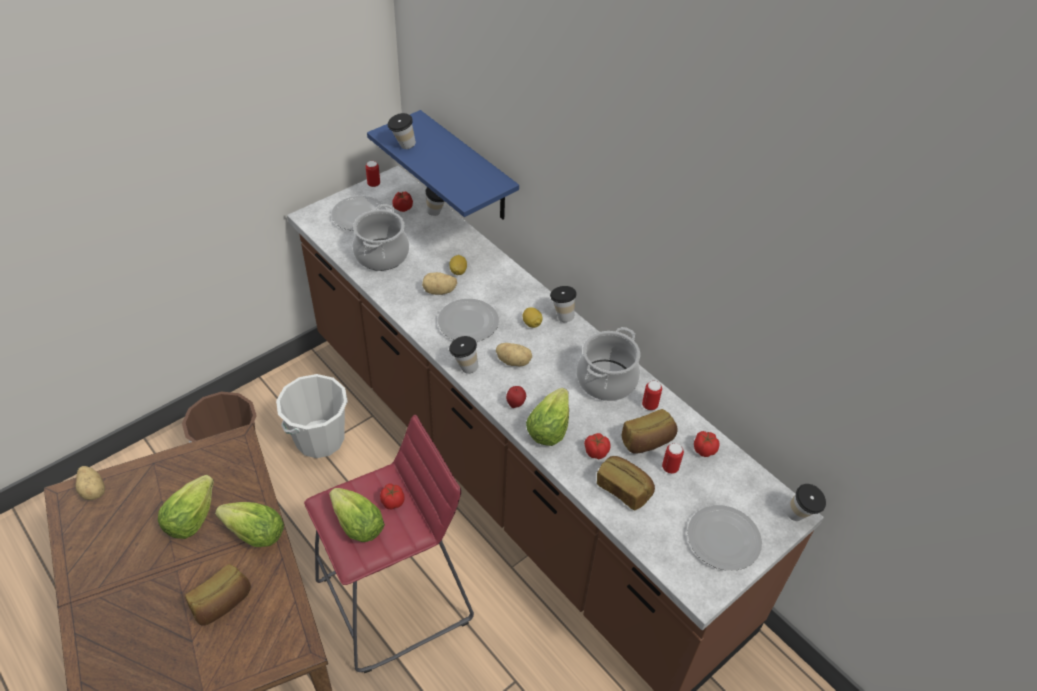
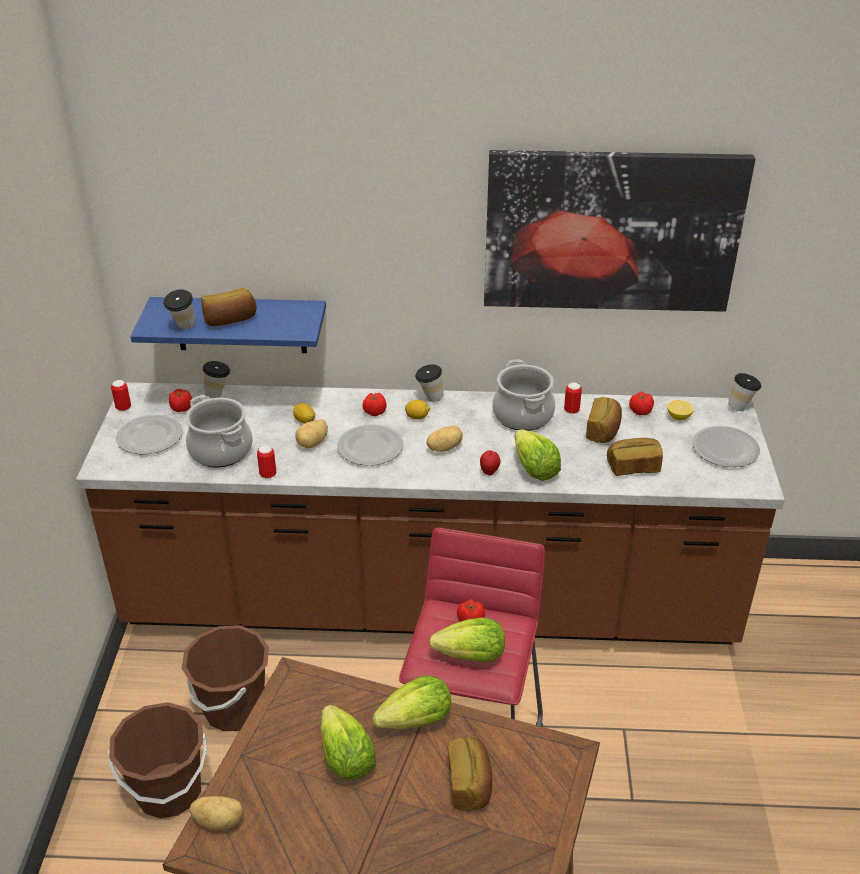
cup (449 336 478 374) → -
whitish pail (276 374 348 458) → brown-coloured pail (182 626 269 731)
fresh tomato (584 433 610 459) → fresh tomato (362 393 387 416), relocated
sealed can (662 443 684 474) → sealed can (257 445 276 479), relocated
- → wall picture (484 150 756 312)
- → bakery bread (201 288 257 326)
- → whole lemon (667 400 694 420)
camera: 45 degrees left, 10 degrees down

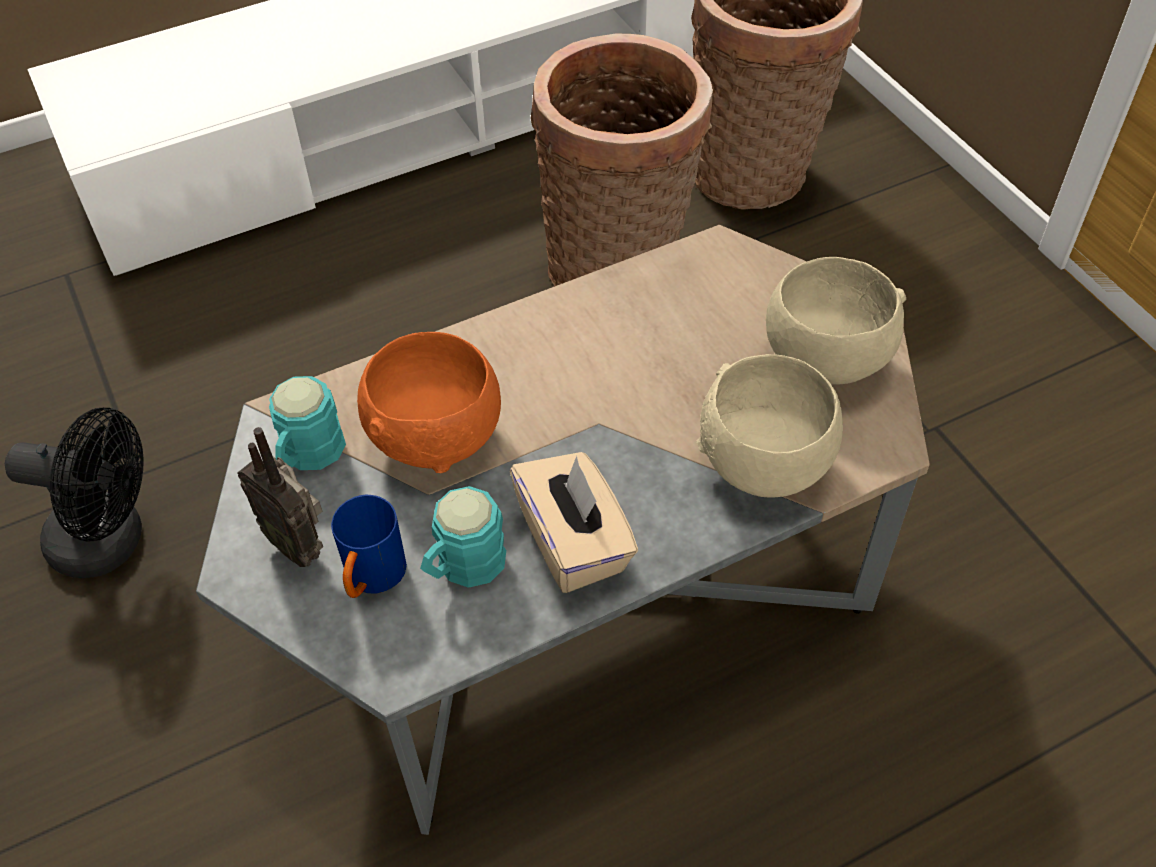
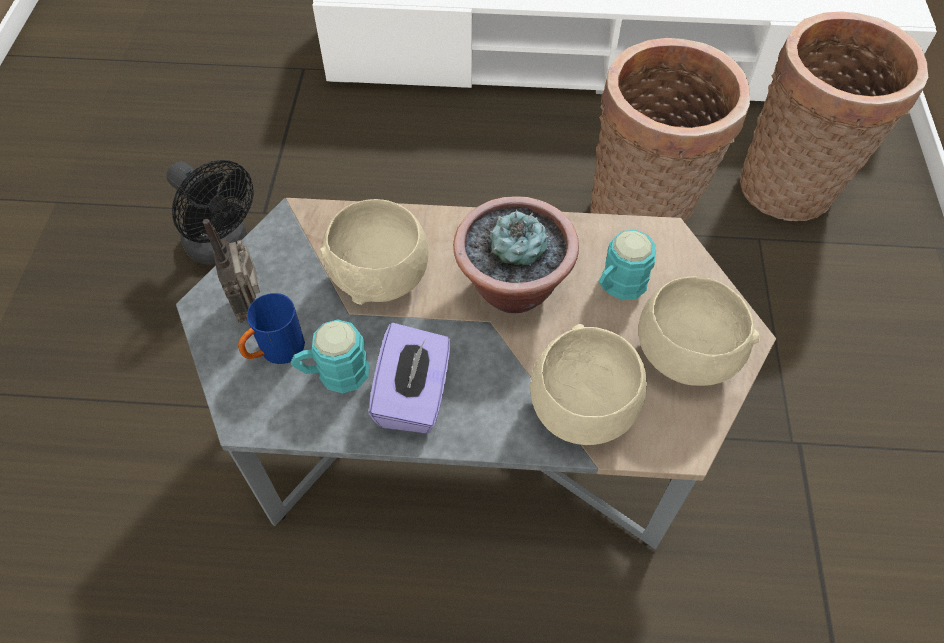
orange-coloured deep dish (357 332 501 473) → sand-coloured deep dish (318 199 428 305)
turquoise tea mug (269 376 346 470) → turquoise tea mug (598 230 656 300), relocated
sand-coloured box of tissues (510 452 638 593) → purple box of tissues (368 323 450 434)
- → potted plant (453 196 579 313)
camera: 30 degrees right, 5 degrees up

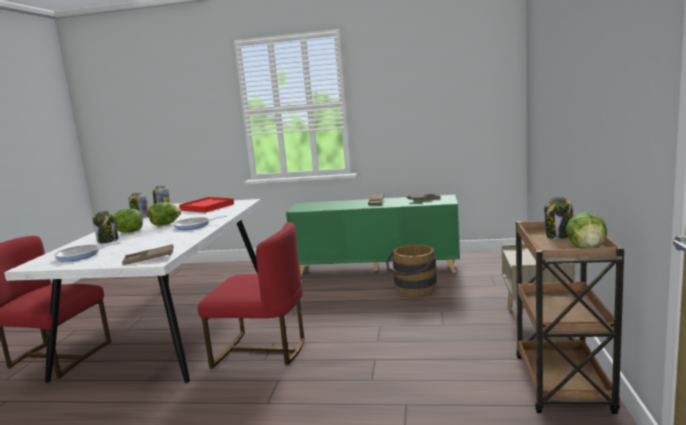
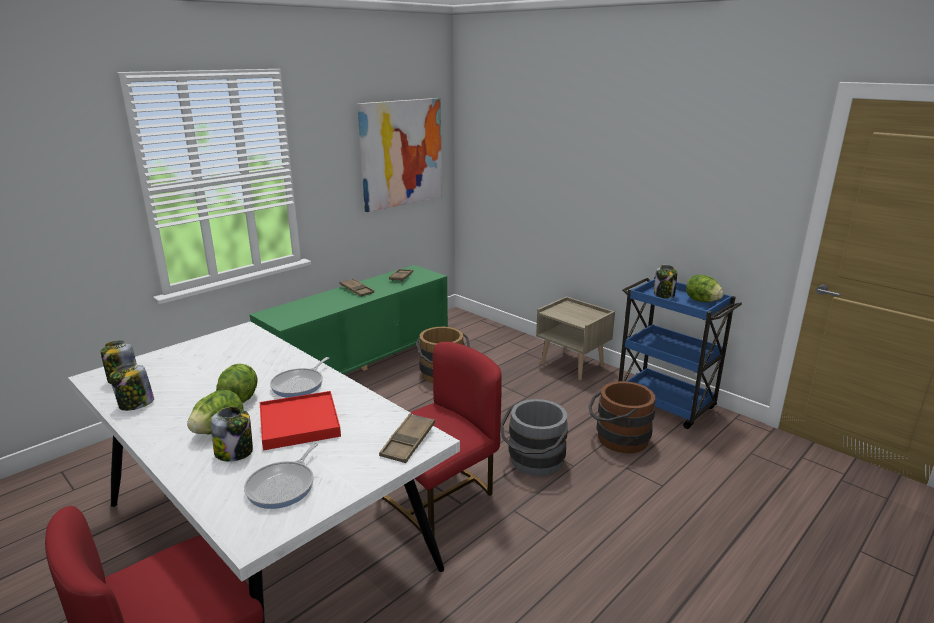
red carrying tray (179 197 234 213) → red carrying tray (260 391 341 450), relocated
brown-coloured trolley (516 221 624 414) → blue trolley (618 277 742 429)
- → wall picture (357 98 442 212)
- → brown-coloured pail (589 381 655 453)
- → grey pail (501 399 568 476)
camera: 55 degrees left, 10 degrees up

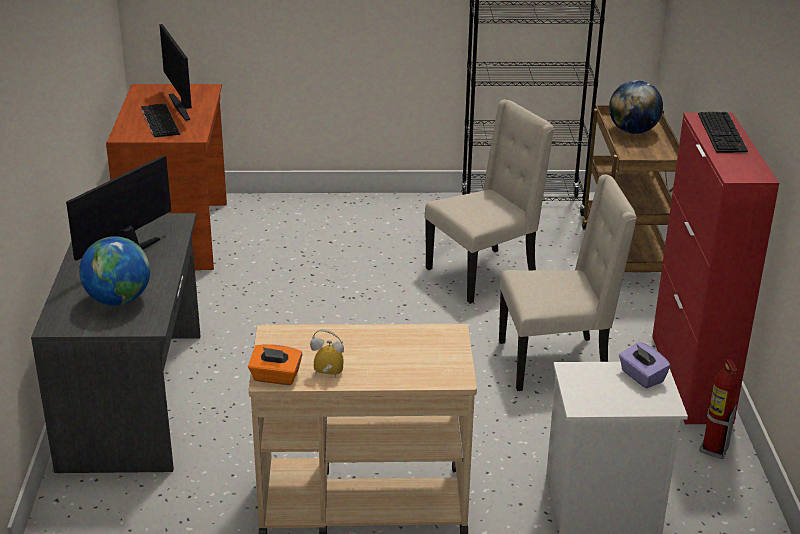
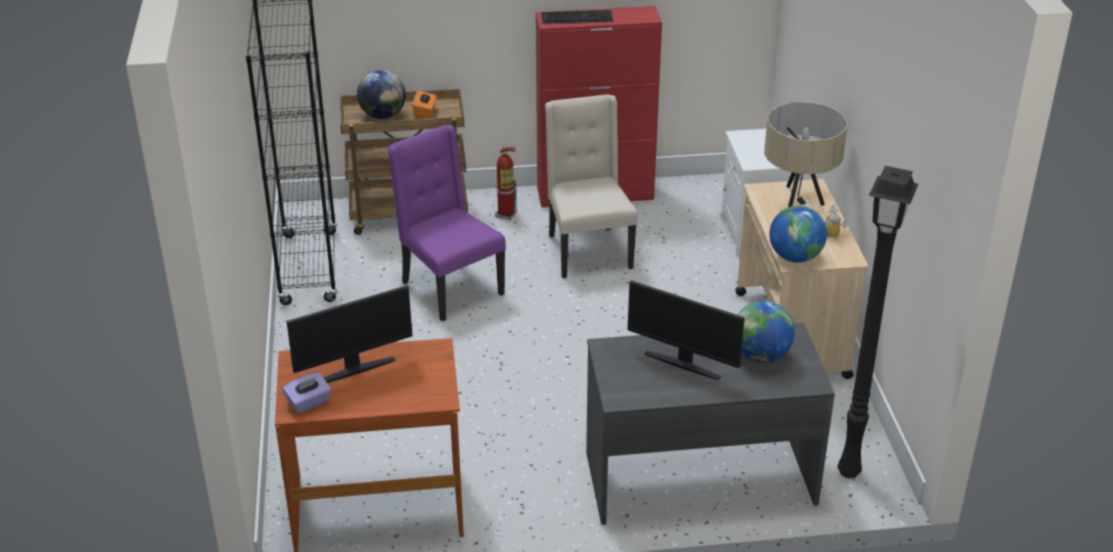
sand-coloured plain chair (425 100 554 304) → purple plain chair (388 125 506 321)
computer keyboard (141 104 180 138) → -
purple box of tissues (619 342 671 389) → purple box of tissues (283 372 331 413), relocated
orange-coloured box of tissues (248 344 302 385) → orange-coloured box of tissues (412 89 436 119), relocated
extinguisher (699 359 738 459) → extinguisher (495 147 517 220), relocated
- → sand-coloured lamp for a table (764 102 847 207)
- → black standing lamp (838 166 918 479)
- → world globe (769 206 827 263)
camera: 95 degrees left, 5 degrees up

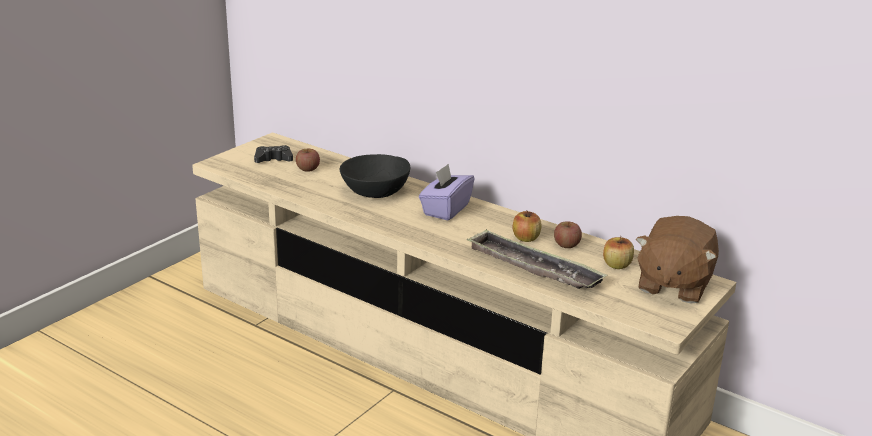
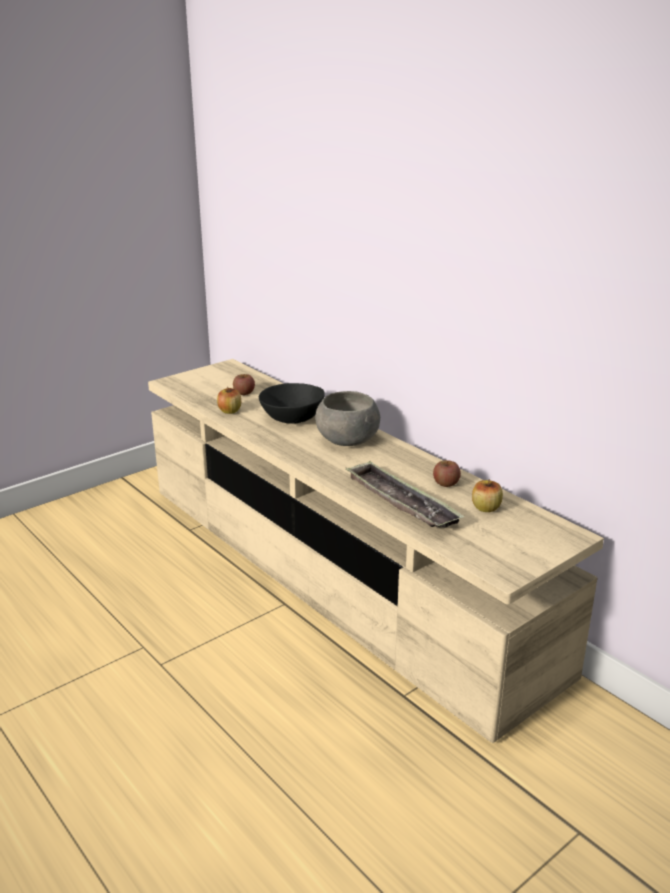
black joypad (254 145 293 163) → -
purple box of tissues (419 164 475 220) → grey deep dish (315 391 380 446)
apple (512 210 541 242) → apple (217 387 241 414), relocated
brown-coloured soft toy (636 216 719 303) → -
camera: 15 degrees right, 0 degrees up

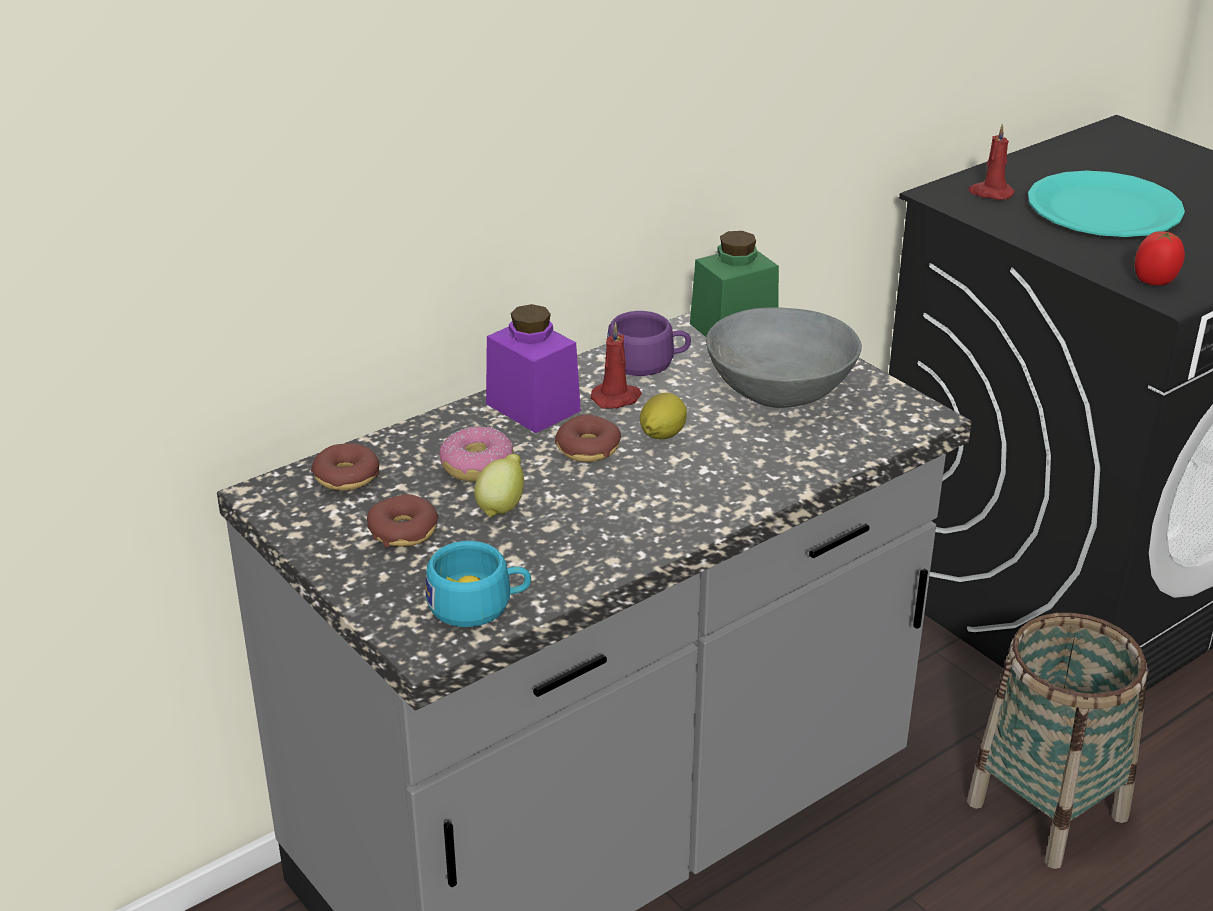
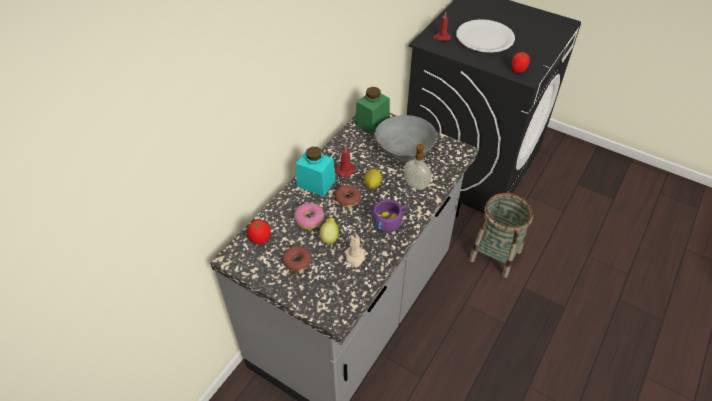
turquoise plate (1028 171 1185 237) → whitish plate (456 19 515 53)
purple storage jar (486 304 581 433) → turquoise storage jar (296 147 336 197)
purple cup (606 311 691 376) → purple cup (372 200 408 233), relocated
doughnut (311 443 379 491) → fresh tomato (247 220 271 244)
turquoise cup (426 541 531 627) → -
- → liquid soap bottle (403 142 431 190)
- → sand-coloured wax light (344 232 365 267)
camera: 20 degrees left, 15 degrees up

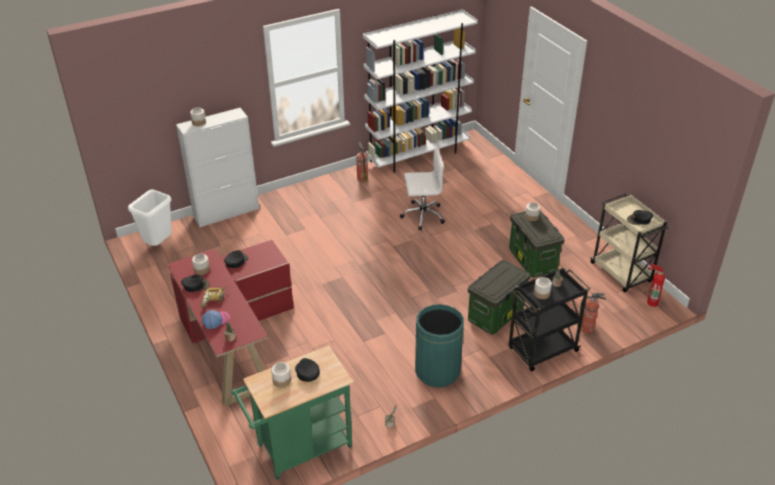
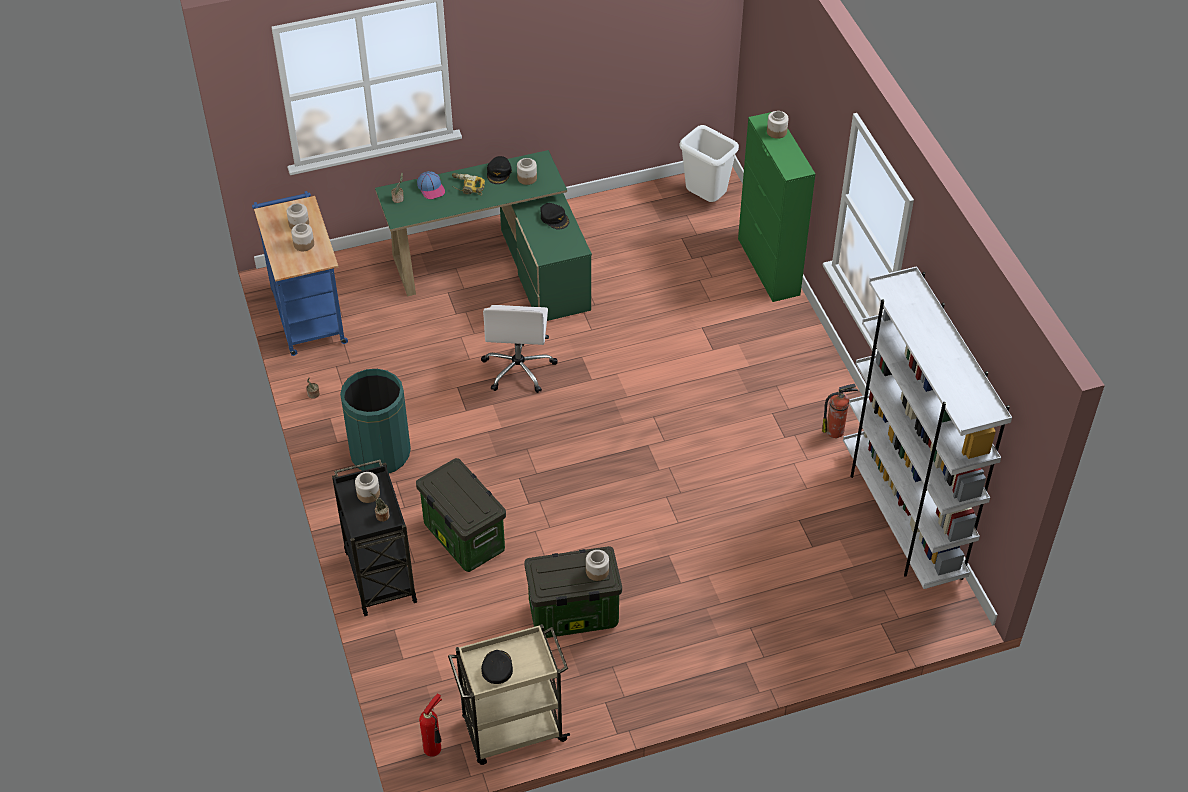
whitish storage cabinet (176 108 259 227) → greenish storage cabinet (738 112 815 302)
whitish computer chair (400 146 445 231) → whitish computer chair (481 305 558 393), relocated
red desk (167 240 294 406) → greenish desk (375 150 592 321)
extinguisher (577 293 606 333) → -
greenish trolley (231 346 354 480) → blue trolley (252 191 348 356)
black cap (295 358 320 382) → storage jar (291 223 314 251)
camera: 100 degrees right, 10 degrees up

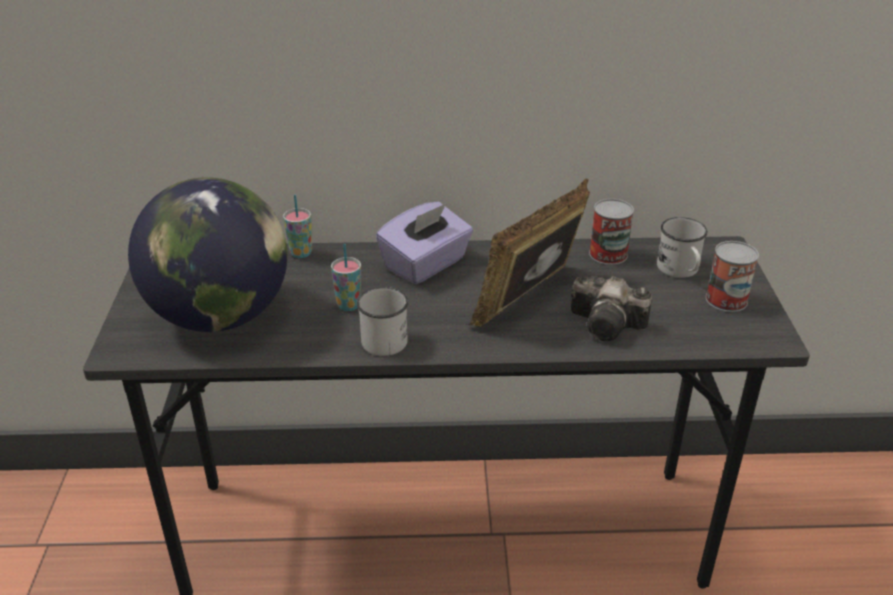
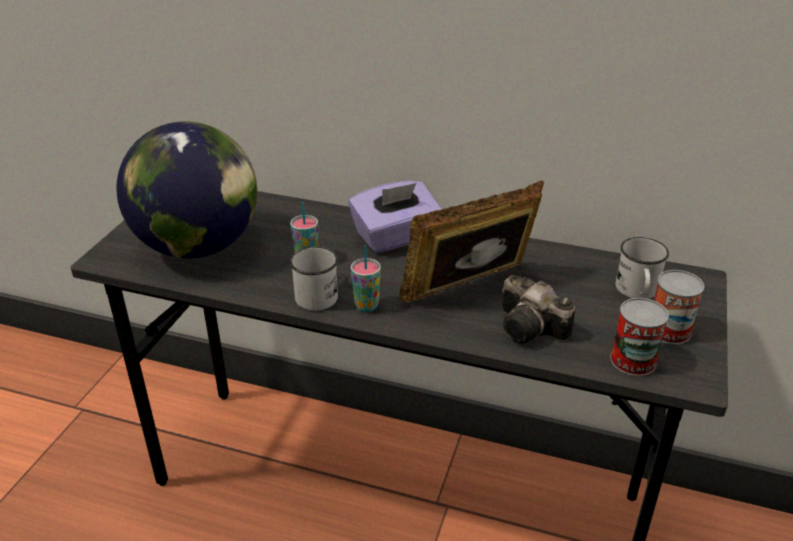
cup (283 195 312 258) → cup (351 246 381 312), relocated
sealed can (589 199 634 265) → sealed can (610 298 669 376), relocated
camera: 20 degrees right, 0 degrees up

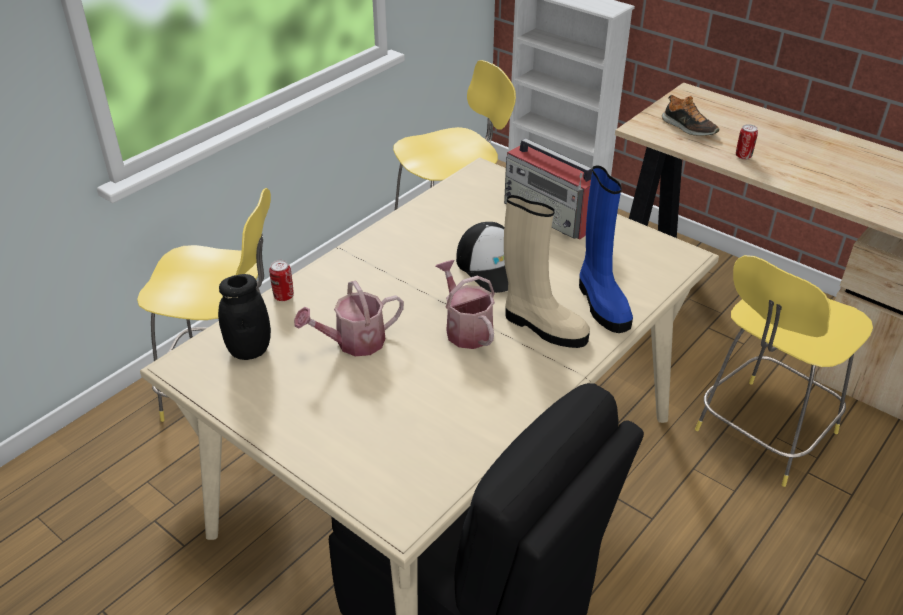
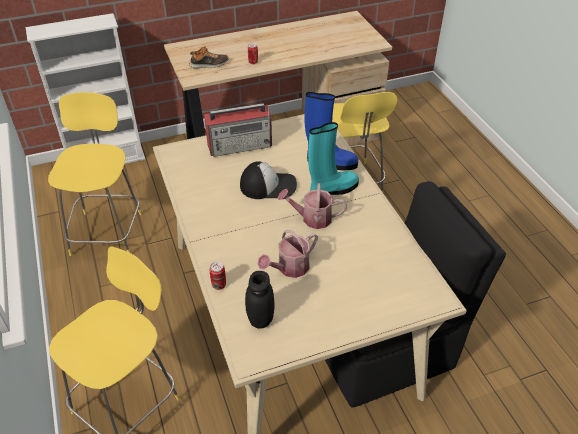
sand-coloured tall boot (504 195 590 348) → turquoise tall boot (308 122 359 195)
sprinkling can (294 281 404 356) → sprinkling can (258 230 318 278), 45 degrees clockwise
camera: 60 degrees left, 5 degrees up

